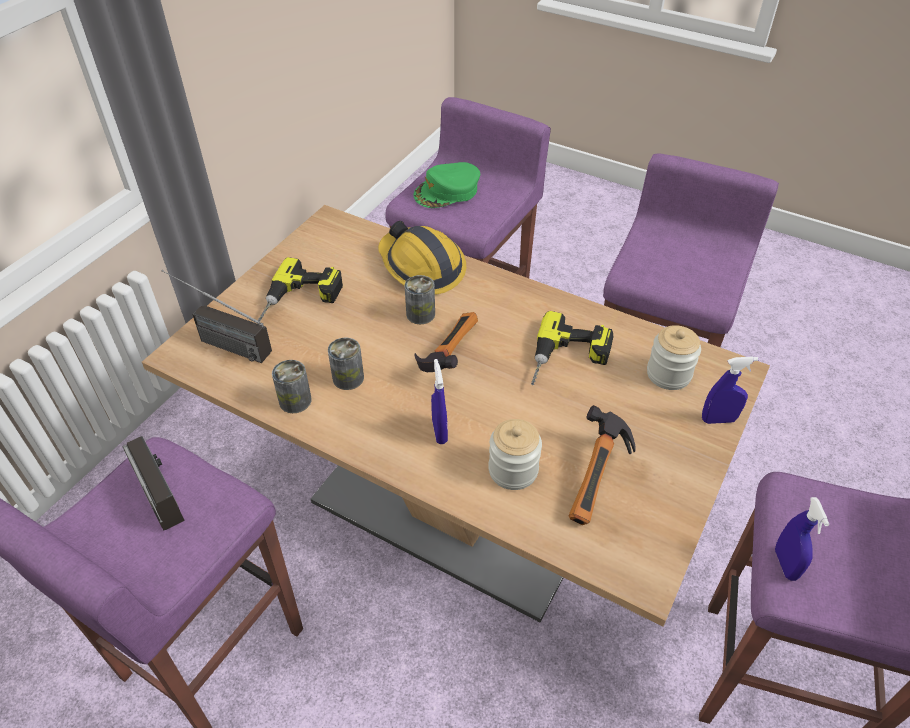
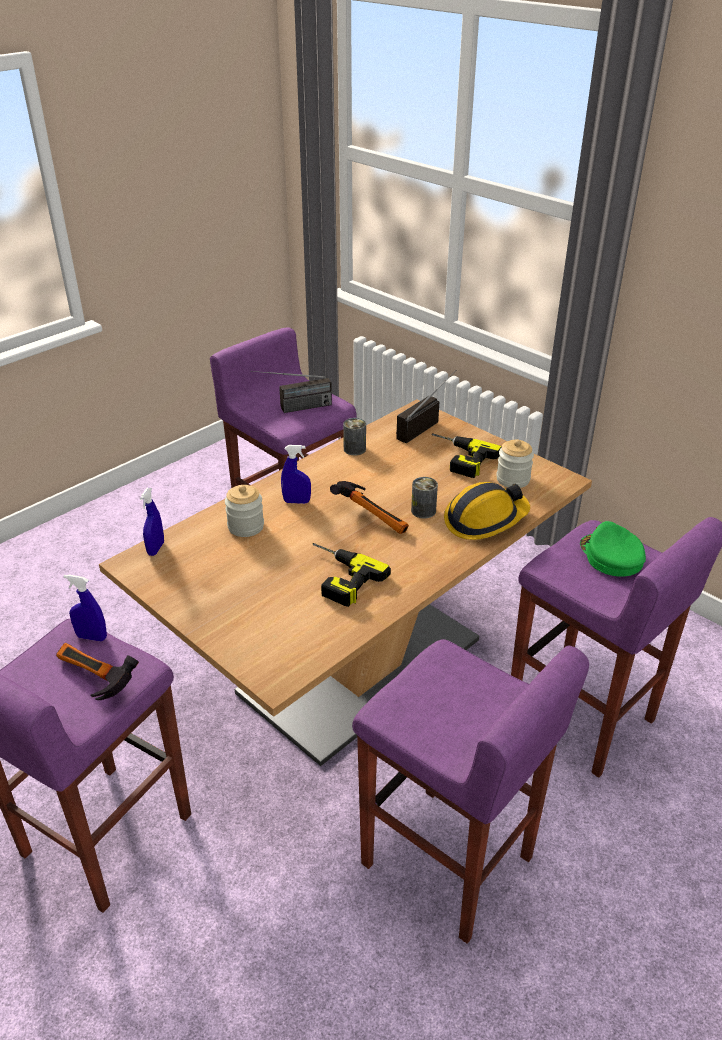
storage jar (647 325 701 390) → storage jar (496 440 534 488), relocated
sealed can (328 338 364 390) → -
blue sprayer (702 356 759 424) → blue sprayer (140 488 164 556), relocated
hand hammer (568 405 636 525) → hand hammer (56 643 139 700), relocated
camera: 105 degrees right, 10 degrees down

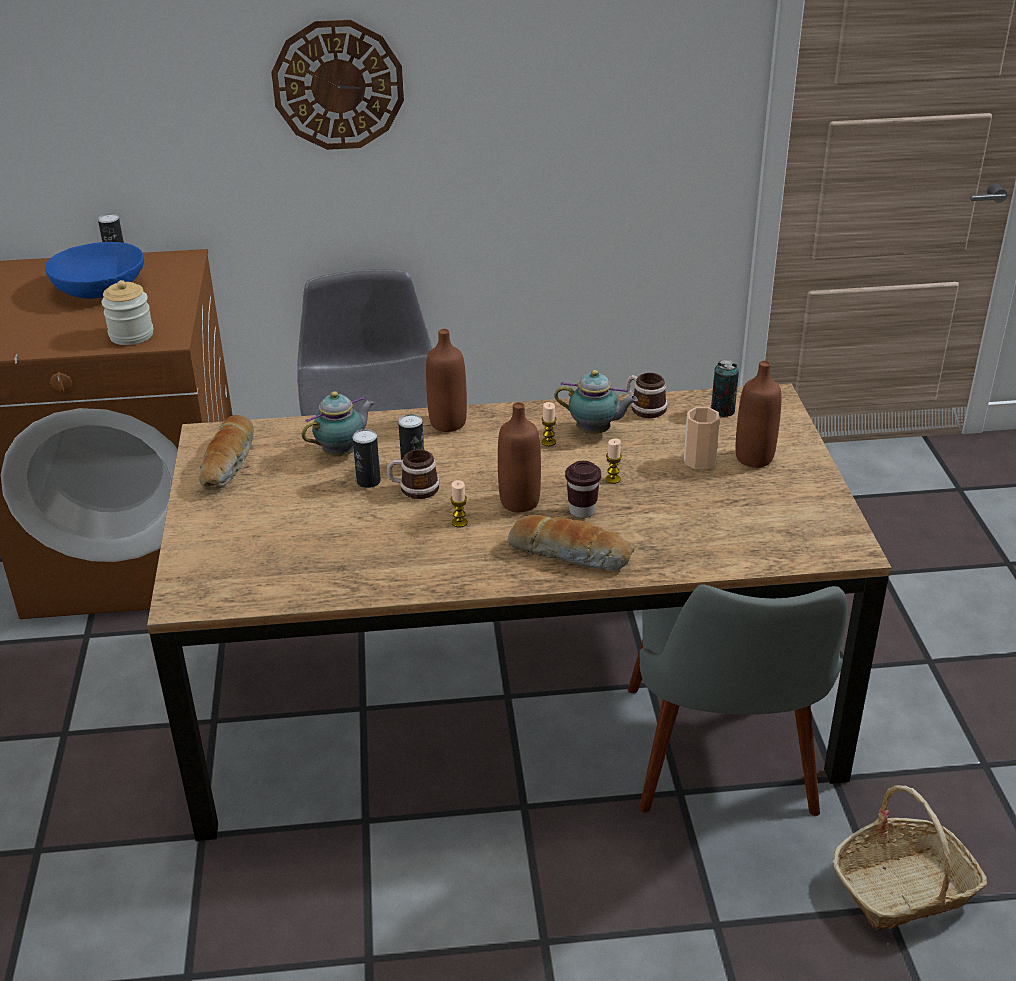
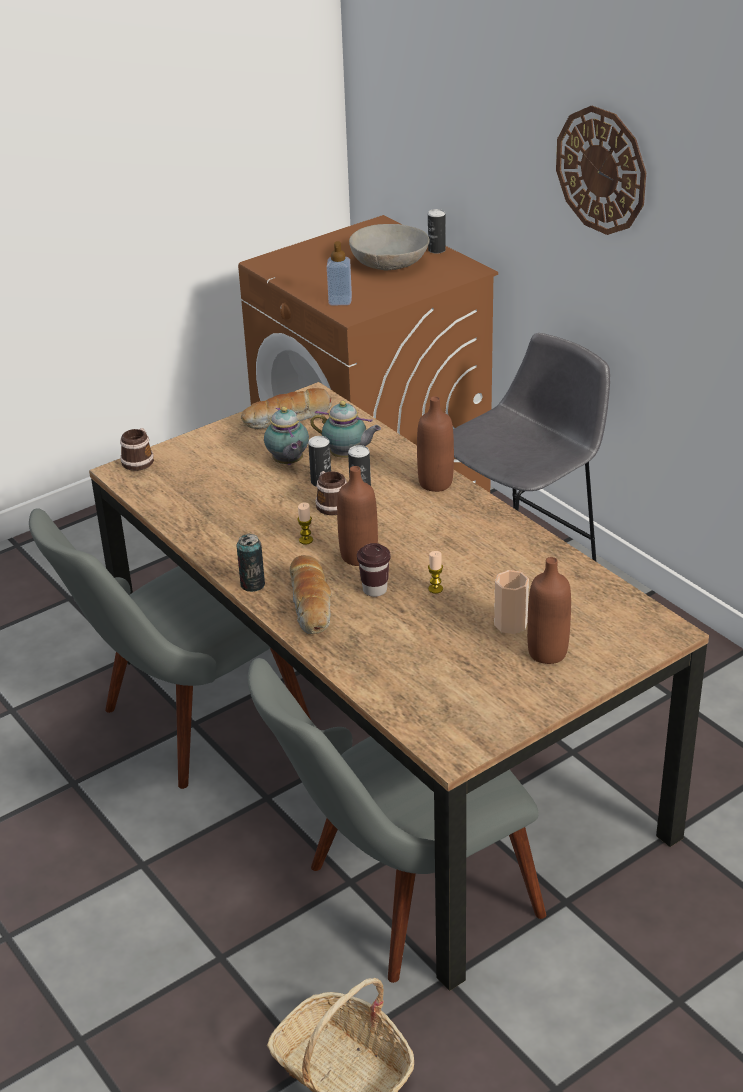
blue deep dish (45 242 144 299) → grey deep dish (349 224 429 270)
storage jar (101 280 153 345) → liquid soap bottle (327 241 352 305)
sealed can (711 360 739 417) → sealed can (237 534 265 592), relocated
teapot (554 370 638 434) → teapot (264 407 309 465), relocated
tea mug (626 373 668 418) → tea mug (120 428 154 471), relocated
wax light (541 402 556 446) → -
- → grey plain chair (29 508 311 789)
camera: 60 degrees right, 0 degrees up

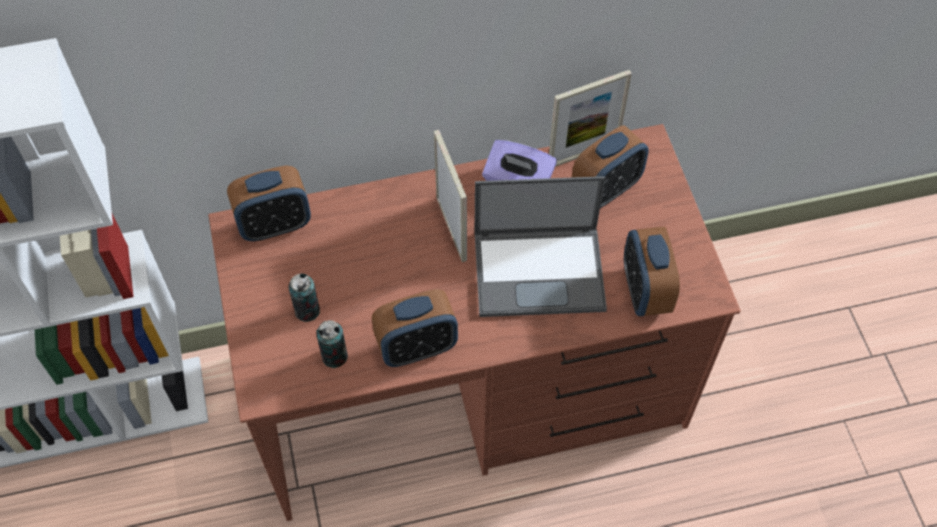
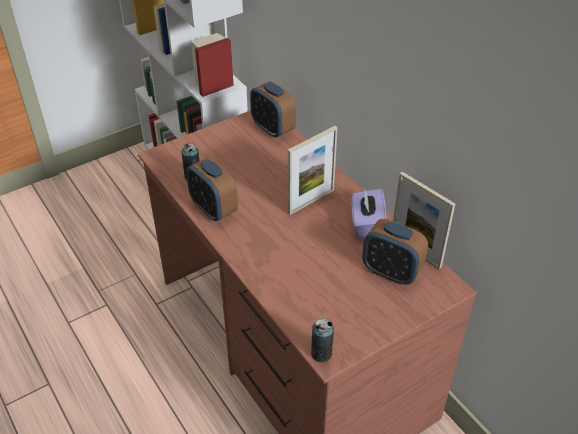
notebook computer (475 176 607 317) → -
bedside clock (624 227 680 316) → -
sealed can (289 273 320 322) → sealed can (311 318 334 363), relocated
camera: 70 degrees right, 15 degrees down

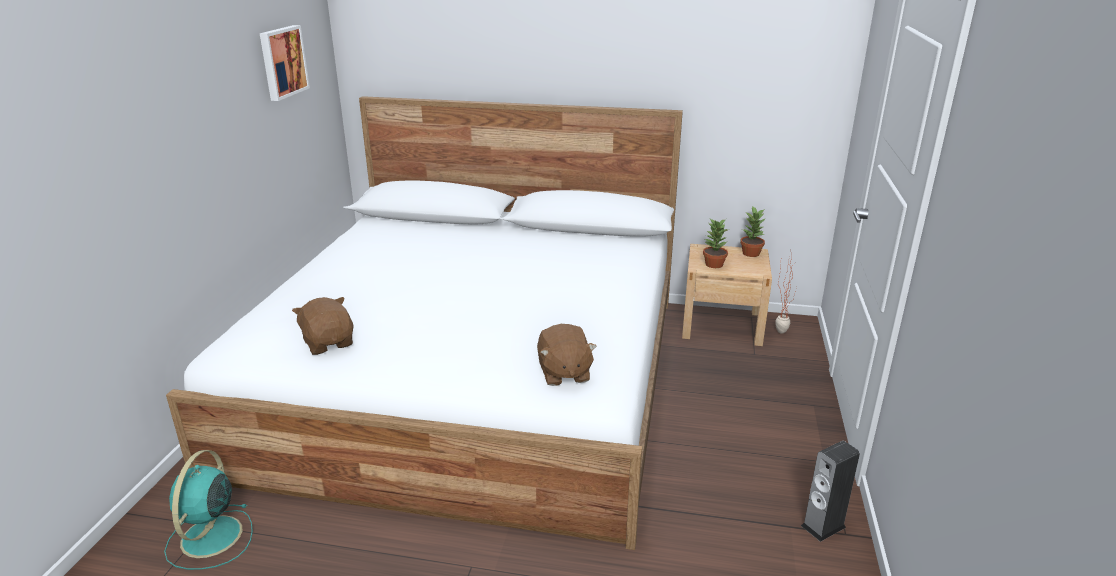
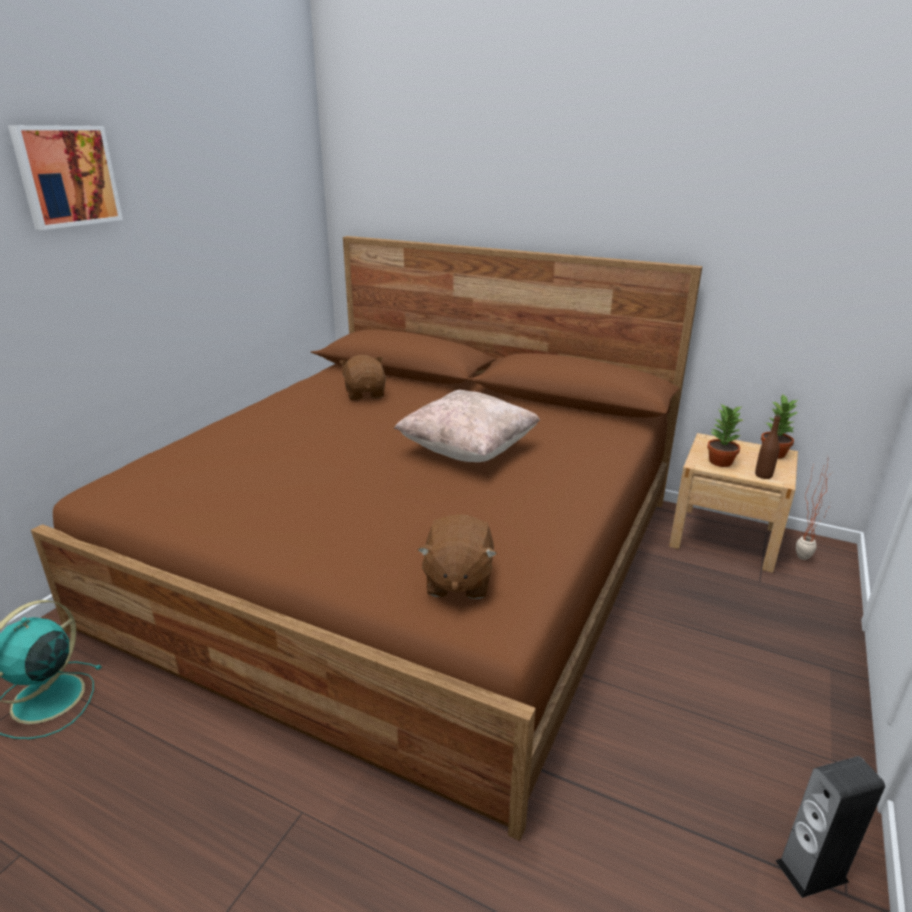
wall picture (260 25 310 101) → wall picture (8 125 123 230), relocated
whitish bed (166 96 683 550) → brown-coloured bed (31 236 703 841)
brown-coloured soft toy (292 297 353 355) → brown-coloured soft toy (339 355 386 400), relocated
- → sand-coloured throw pillow (394 390 540 462)
- → brown-coloured beverage bottle (755 415 781 479)
camera: 15 degrees right, 0 degrees up

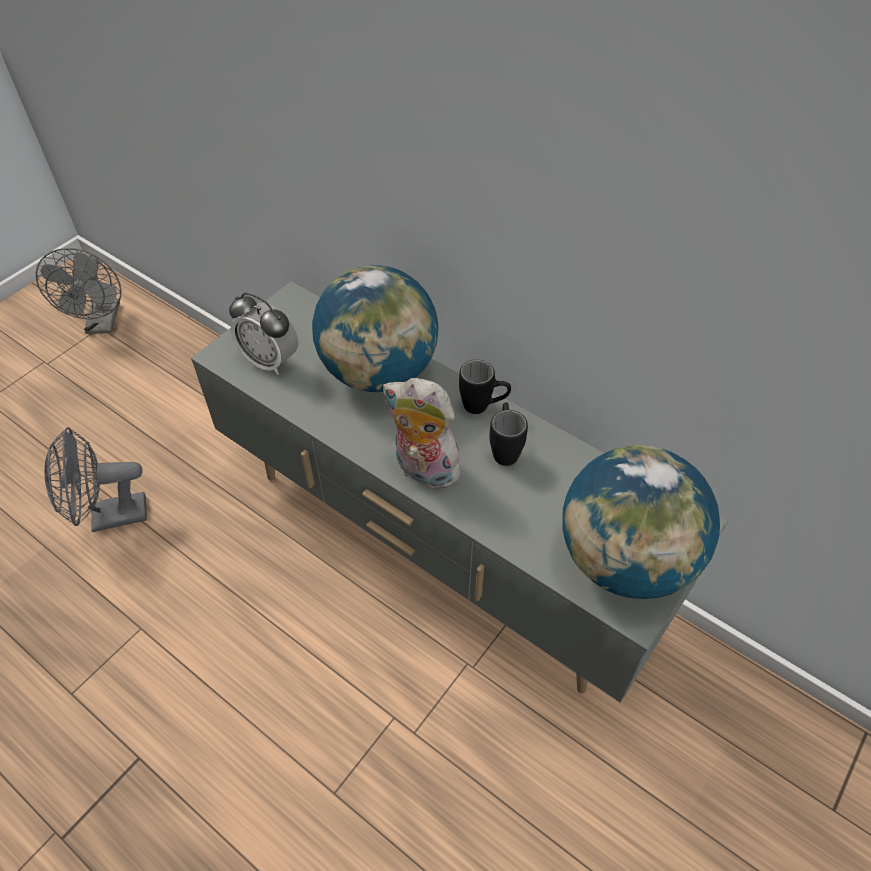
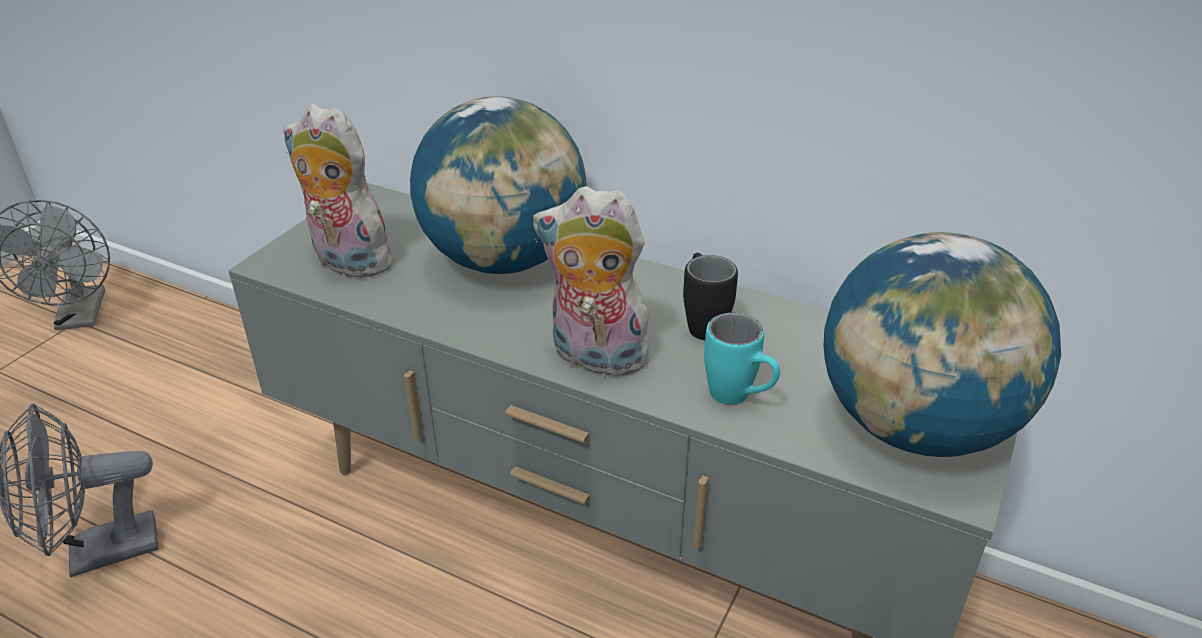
bedside clock (229 292 298 375) → soft toy (283 104 402 280)
black tea mug (459 360 511 414) → -
- → turquoise tea mug (704 313 780 405)
camera: 10 degrees left, 15 degrees down

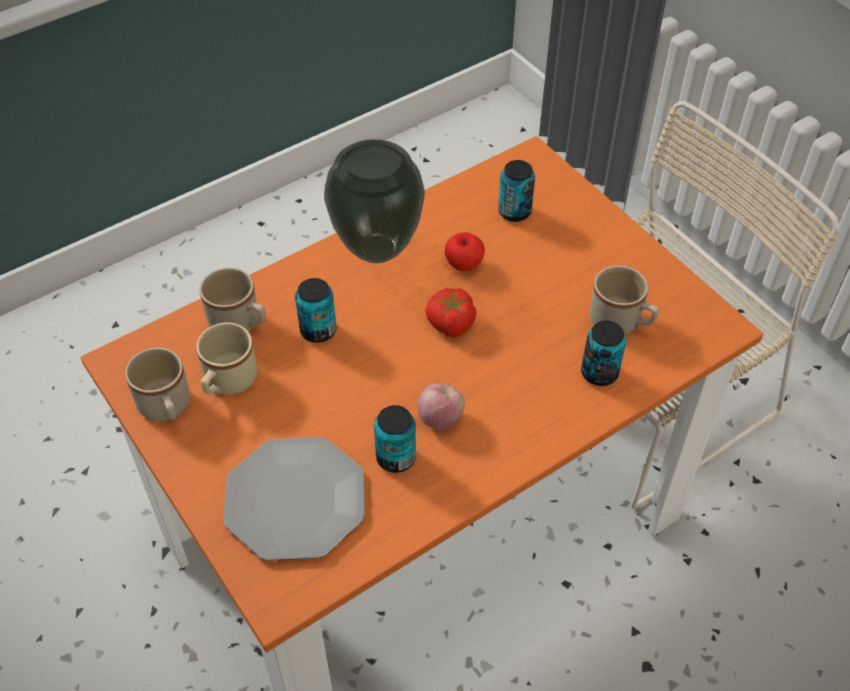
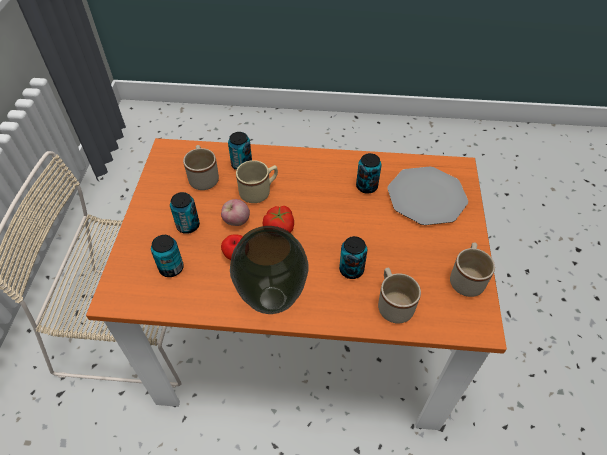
sand-coloured tea mug (196 322 257 395) → sand-coloured tea mug (236 160 278 203), relocated
apple (418 383 465 430) → apple (221 199 250 226), relocated
- → sealed can (170 192 200 234)
camera: 140 degrees left, 0 degrees up

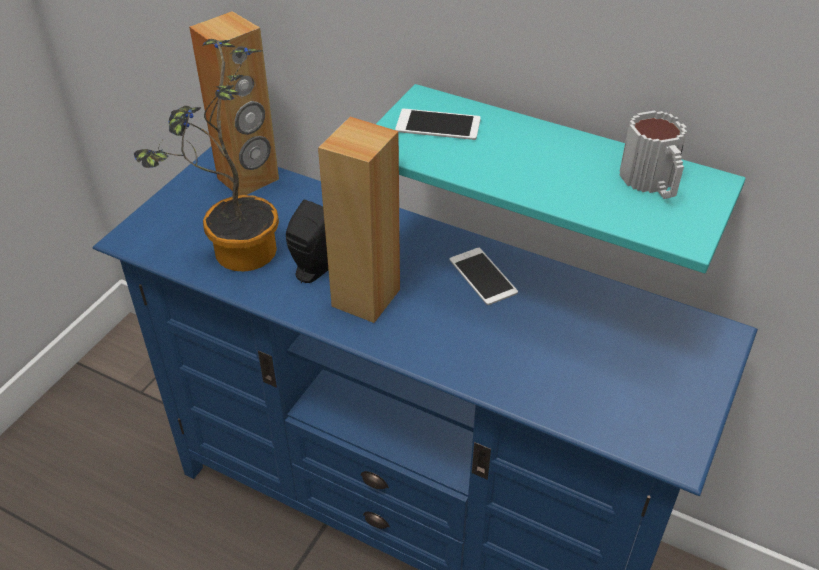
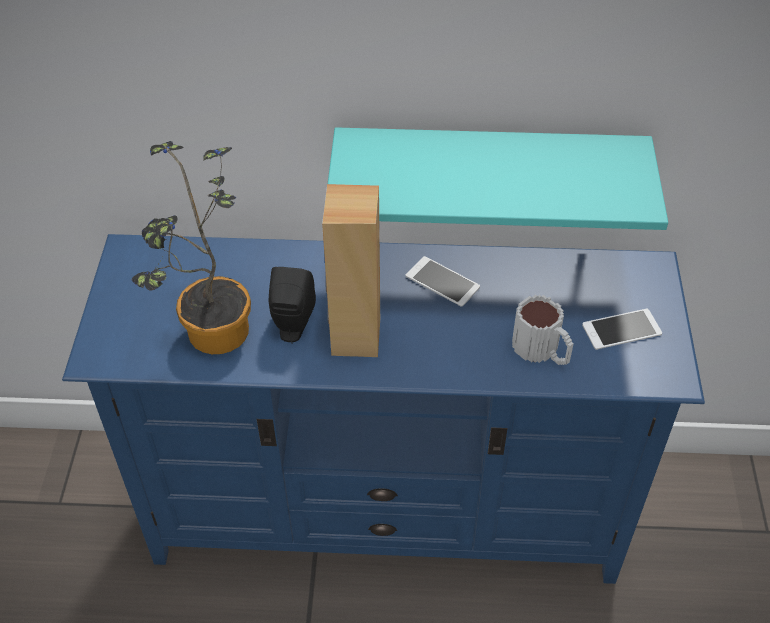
brown-coloured loudspeaker (189 11 279 196) → -
telephone (395 109 481 140) → telephone (582 309 662 350), relocated
tea mug (620 110 687 199) → tea mug (512 295 574 365), relocated
camera: 25 degrees left, 5 degrees up

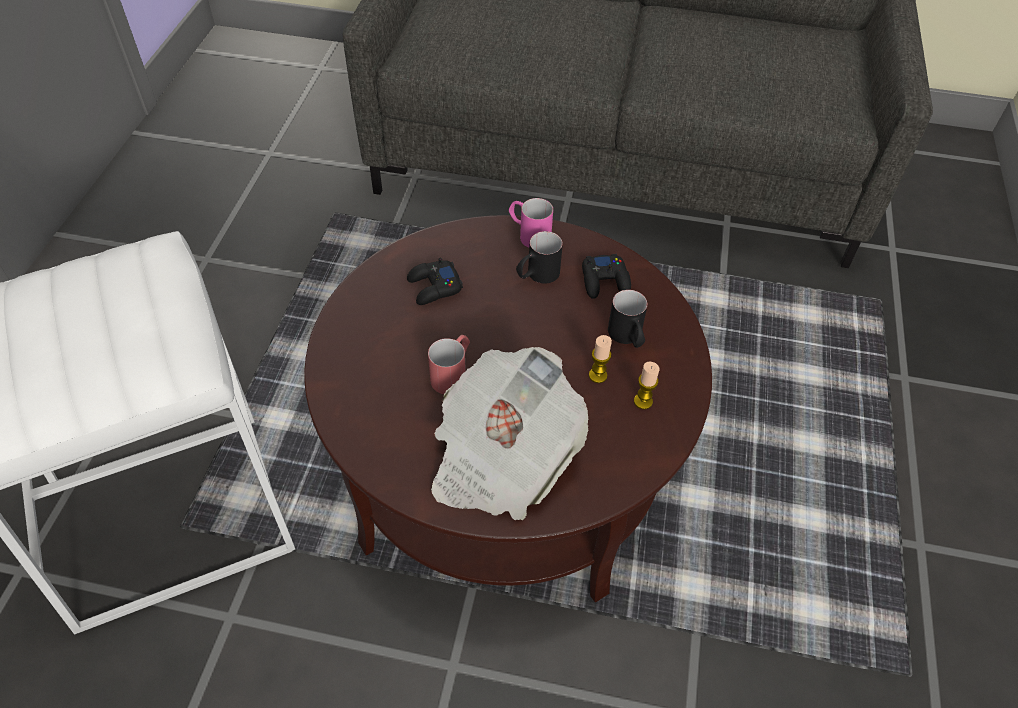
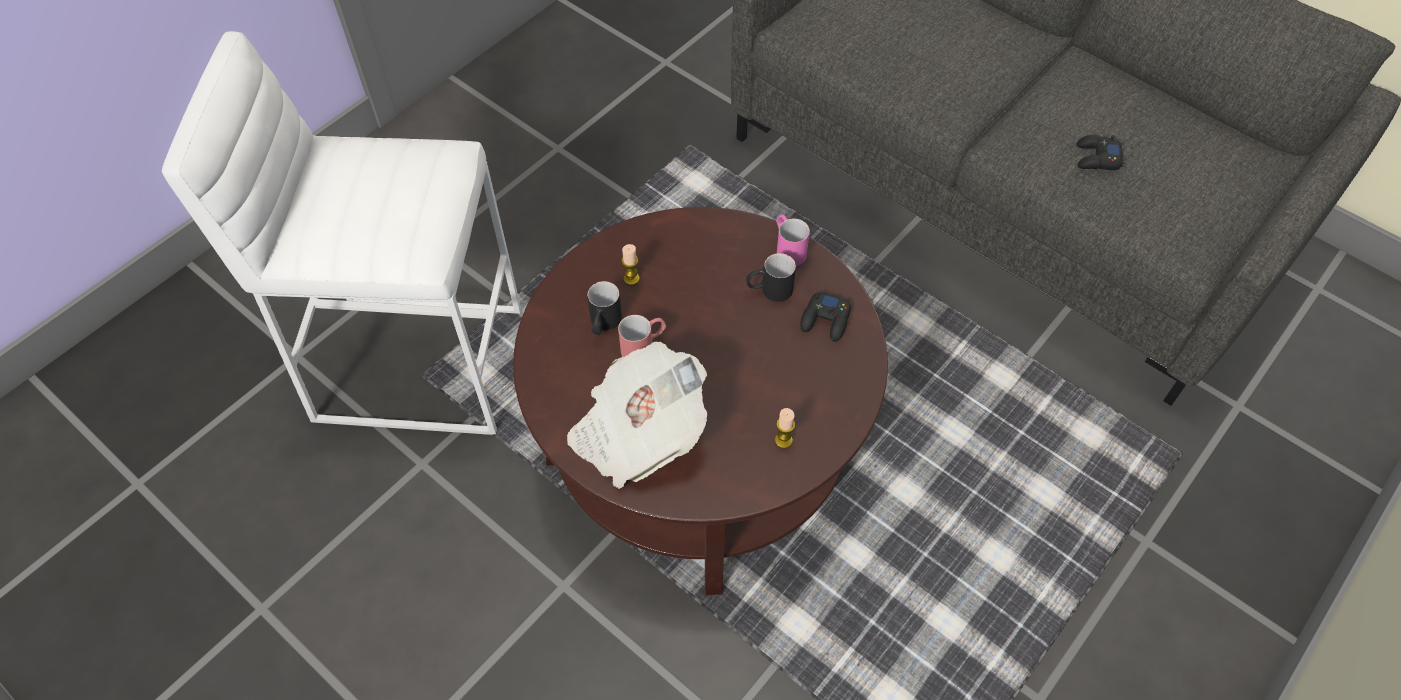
black joypad (407 258 463 305) → black joypad (1076 135 1124 170), relocated
black tea mug (608 290 648 348) → black tea mug (587 281 622 335), relocated
wax light (589 335 612 383) → wax light (622 244 640 285), relocated
camera: 30 degrees right, 5 degrees up

